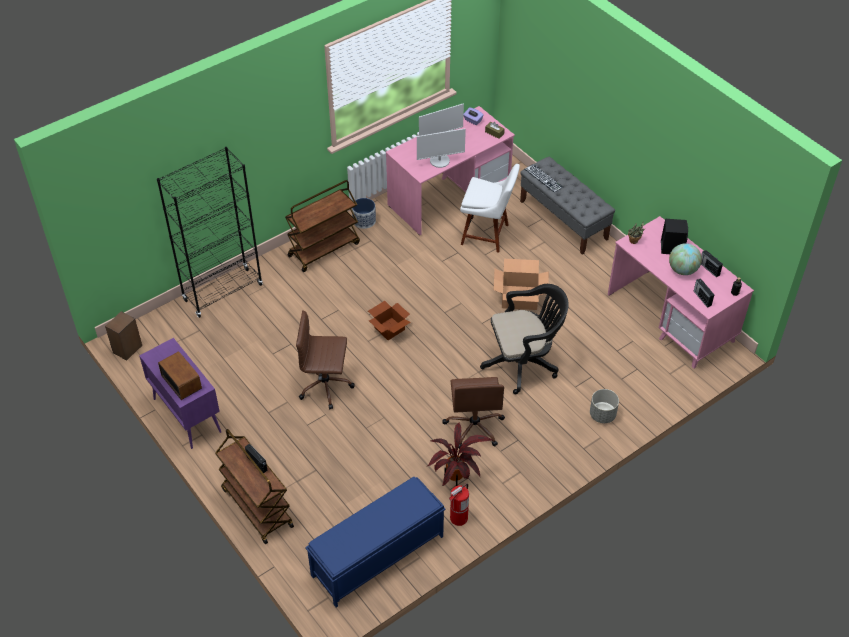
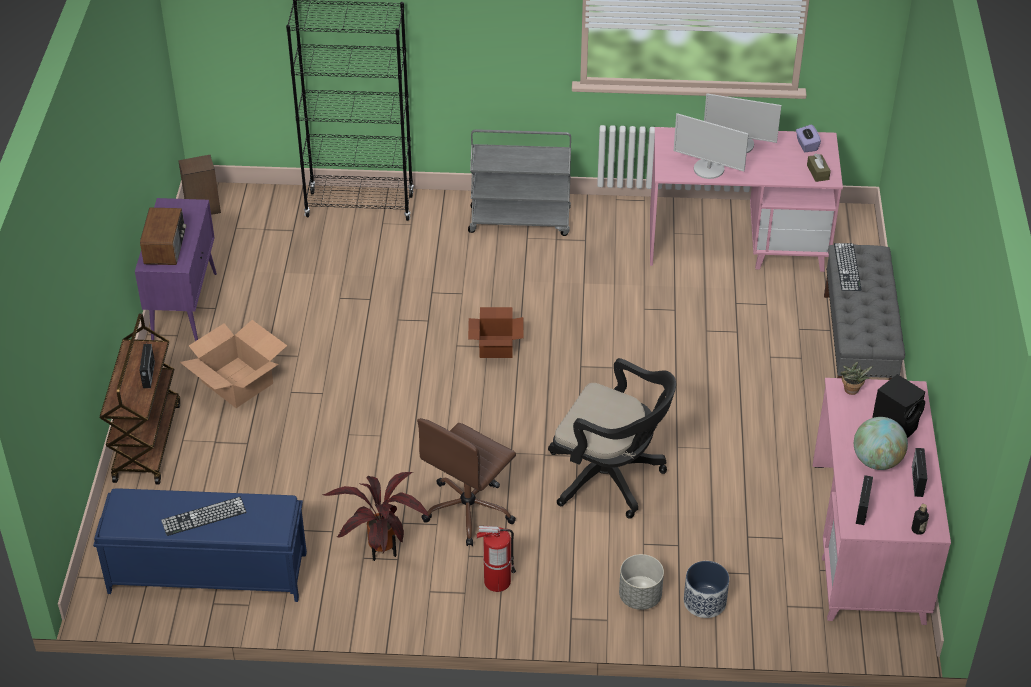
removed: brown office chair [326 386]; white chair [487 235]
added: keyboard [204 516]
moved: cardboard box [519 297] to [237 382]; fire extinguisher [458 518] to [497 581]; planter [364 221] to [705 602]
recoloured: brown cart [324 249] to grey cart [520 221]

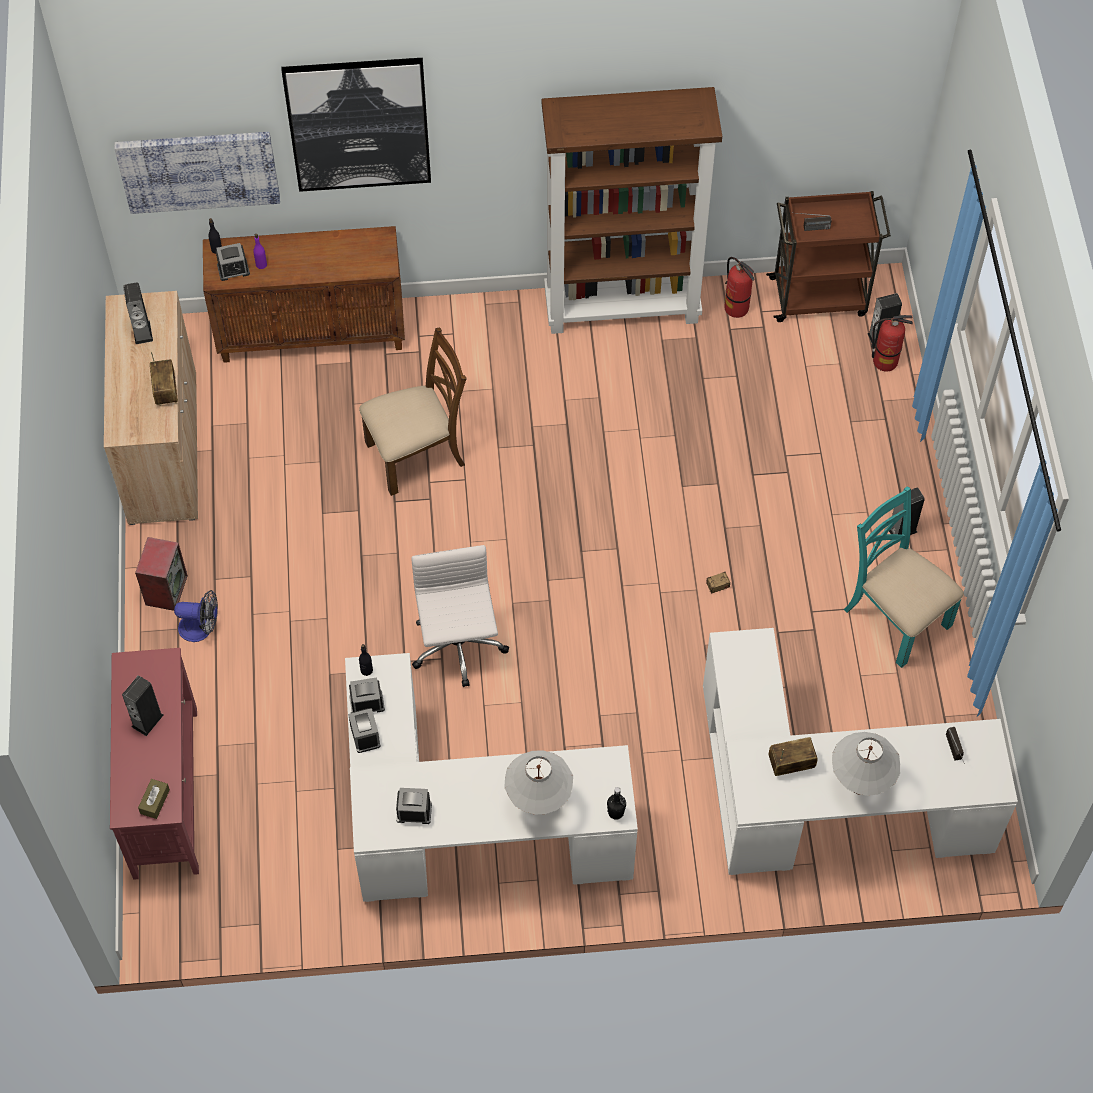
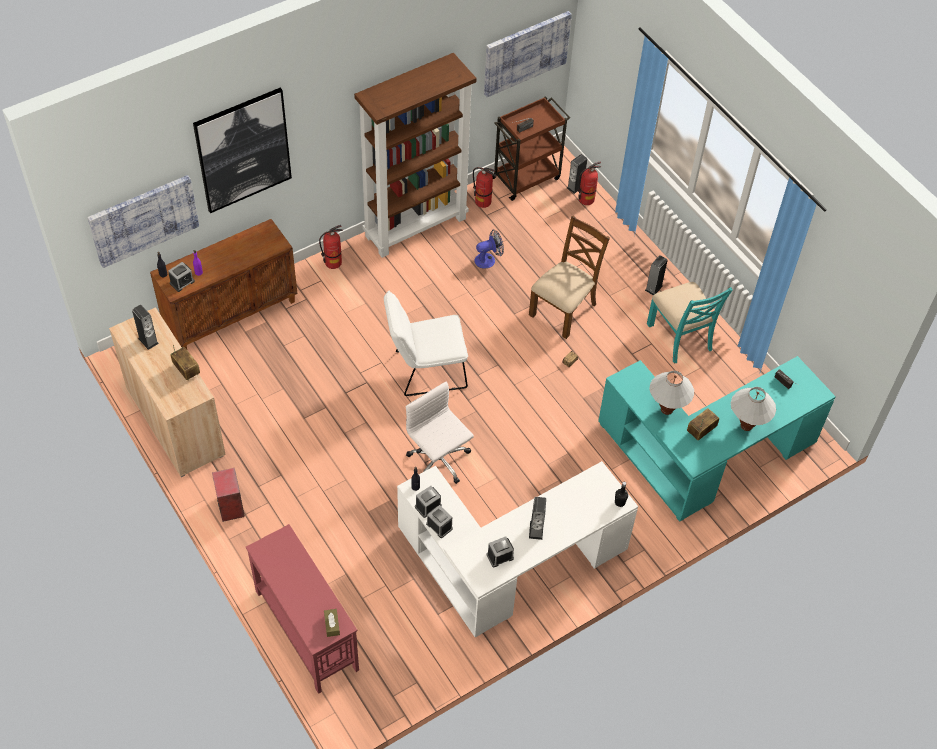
added: fire extinguisher [333 262]; white chair [425 370]; picture [525 52]
moved: fan [201 628] to [488 259]; brown chair [416 454] to [564 309]; speaker [147 720] to [536 530]; white table lamp [538 805] to [666 410]
recoloured: white desk [823 803] to turquoise desk [705 457]
turned: turquoise chair [895 617] = [680 337] 135 degrees counterclockwise

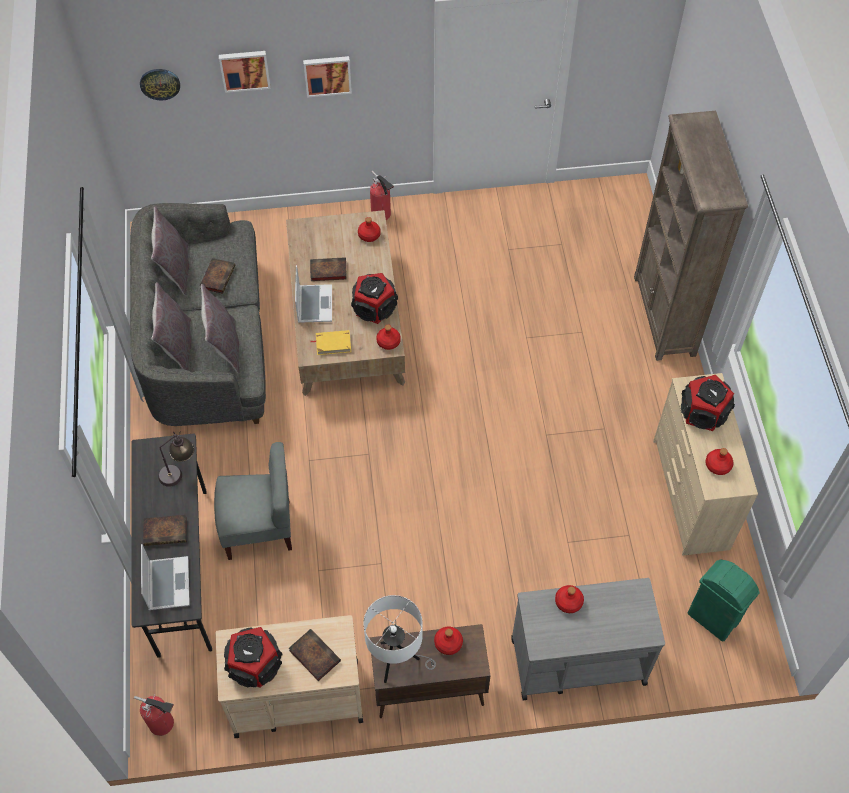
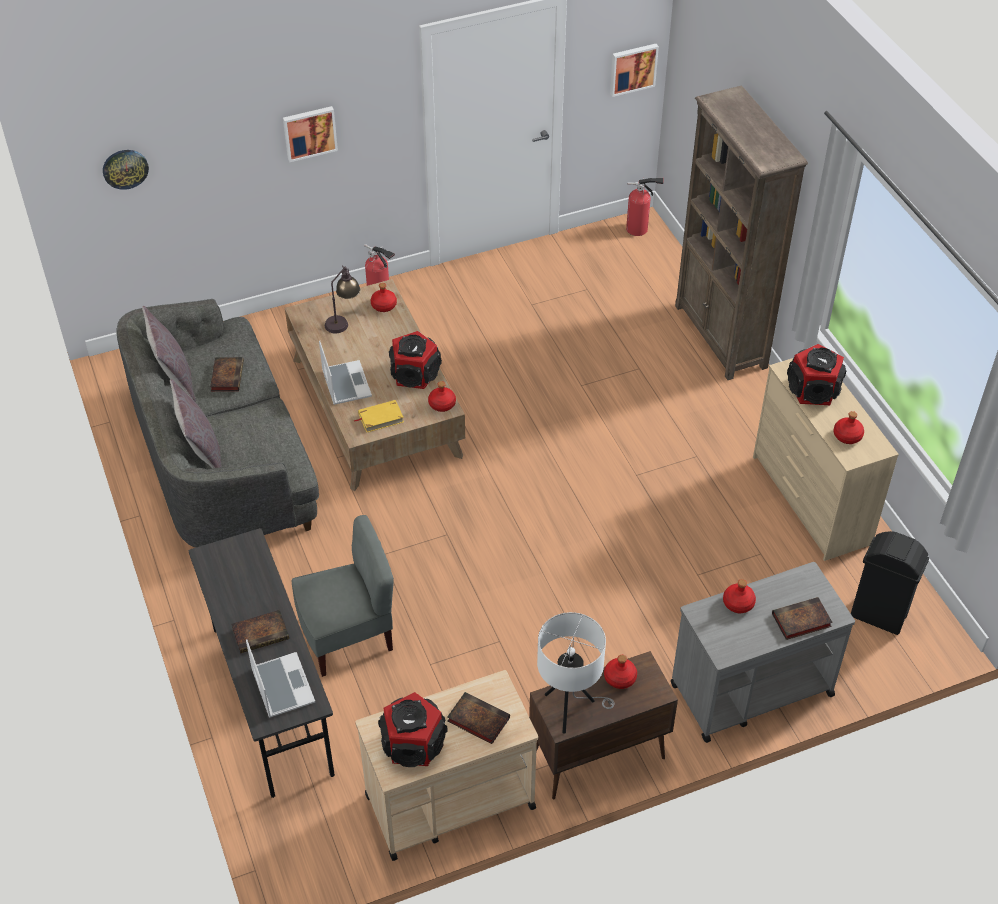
removed: grey pillow [224 347]
moved: table lamp [179 471] to [343 320]; picture [244 70] to [632 68]; fire extinguisher [164 724] to [639 229]; book [327 271] to [800 621]
recoloured: green trash can [713 619] to black trash can [879 615]

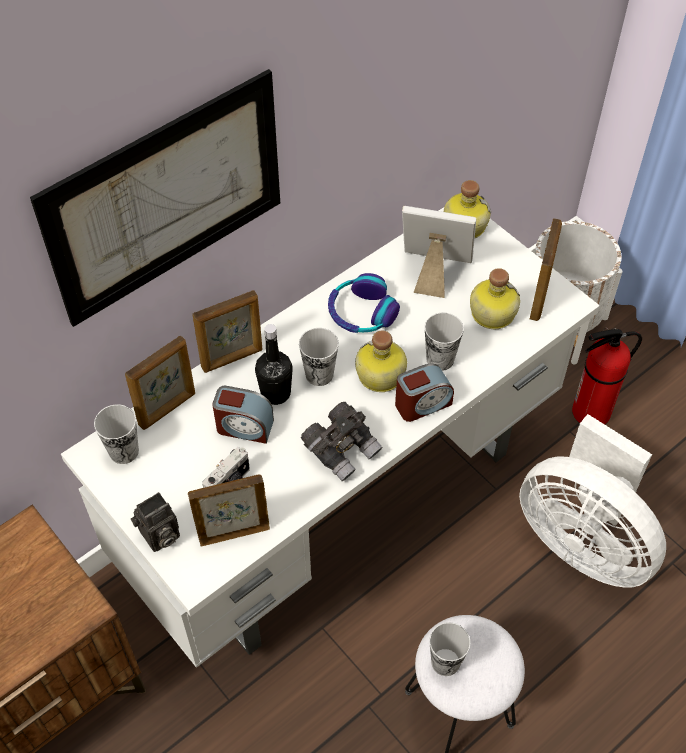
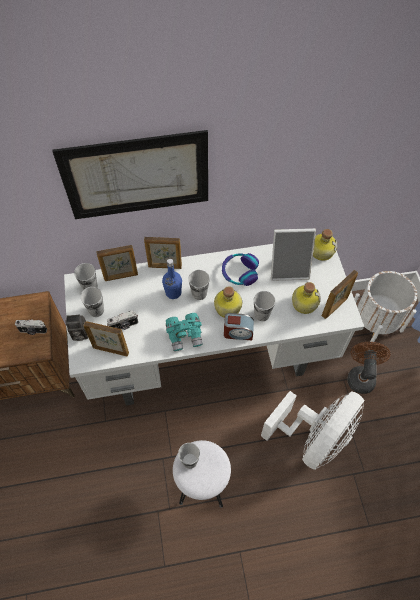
removed: alarm clock [244 427]
added: photo camera [33 331]; cup [96 310]
replaced: fire extinguisher [590 412] to brown fan [360 376]
recoloured: black bottle [275 393] to blue bottle [173 292]; grey binoculars [342 449] to turquoise binoculars [185 335]
turned: white fan [583 540] = [314 438] 120 degrees counterclockwise; picture frame [433 272] = [289 268] 135 degrees clockwise

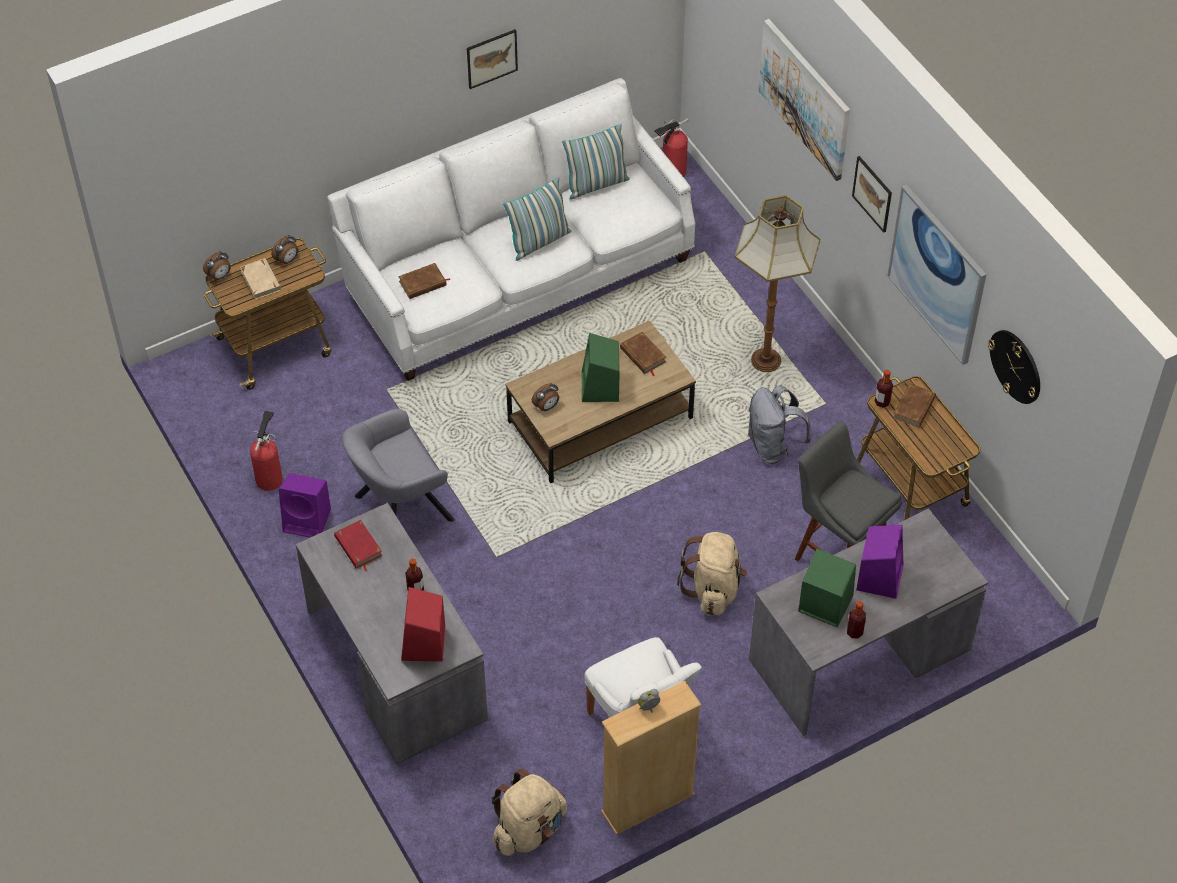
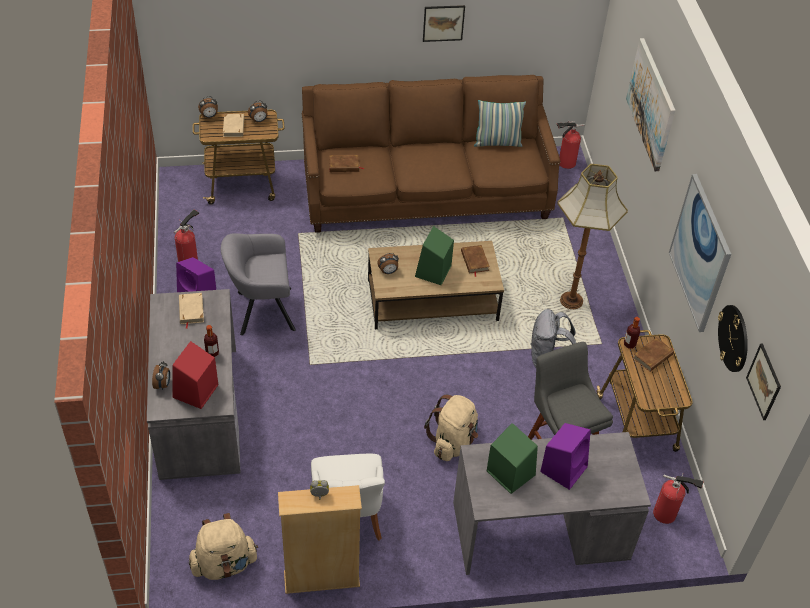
removed: pillow [539 241]; bottle [854 632]
added: alarm clock [163 384]; fire extinguisher [667 514]
moved: picture [872 193] to [764 381]
recoloured: red book [358 547] to beige book [191 310]; white sofa [518 274] to brown sofa [426 191]

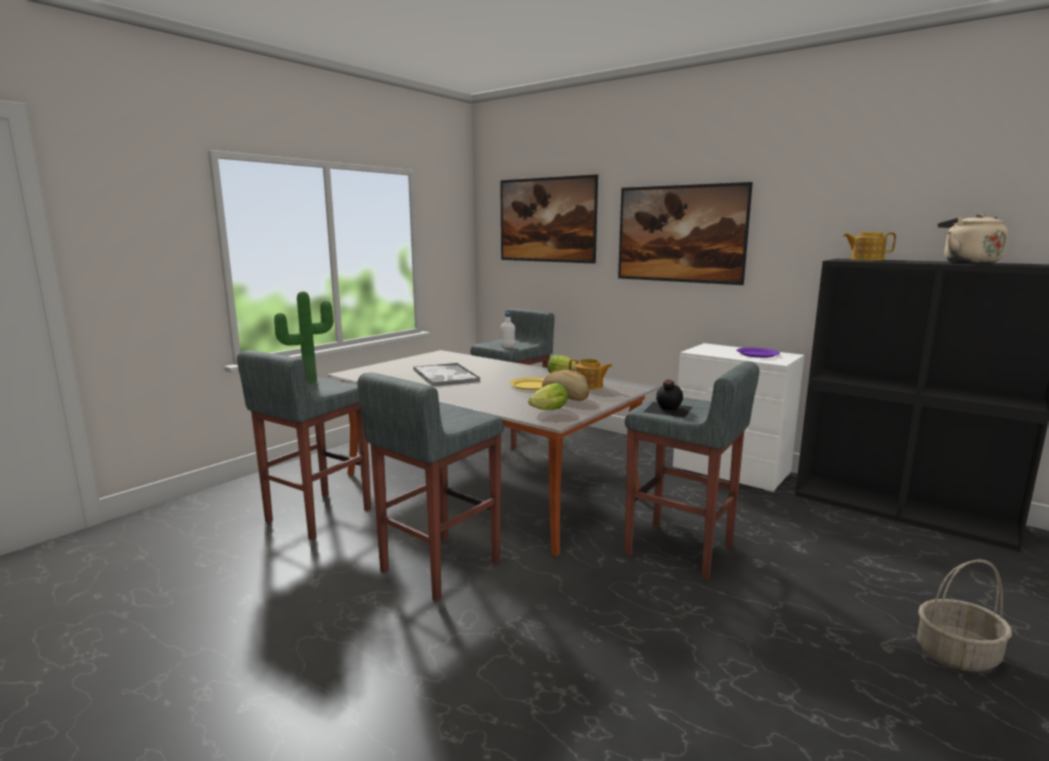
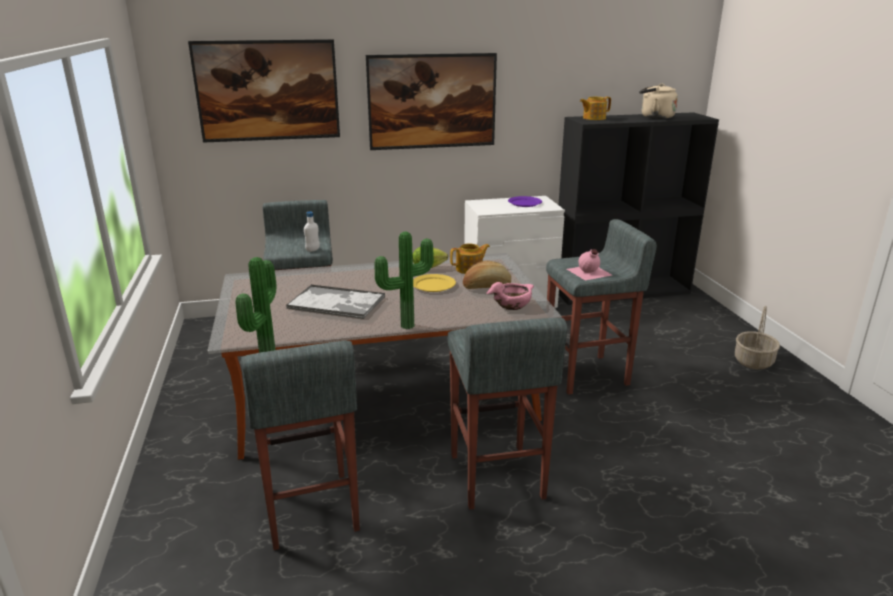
added: potted plant [406 325]
replaced: lettuce [547 411] to pink bowl [512 304]
recoloured: black bottle [667 409] to pink bottle [589 272]

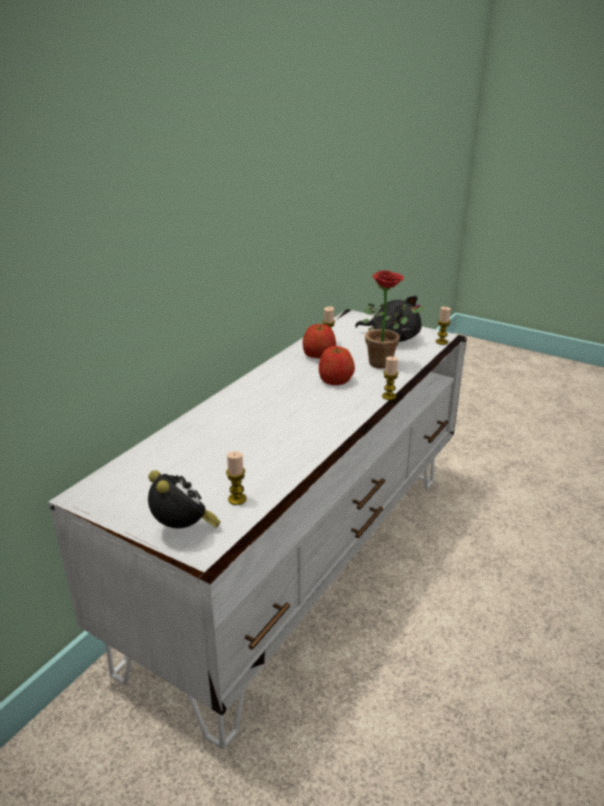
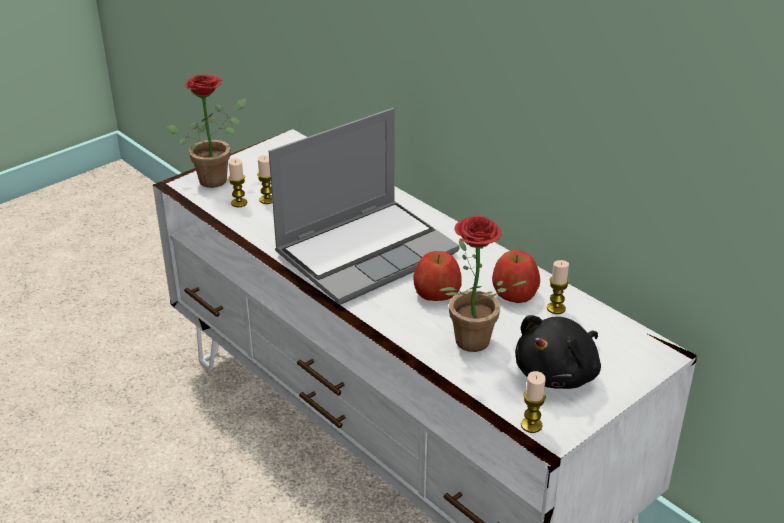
added: laptop [367 252]
moved: candle [389 396] to [267 200]
replaced: alarm clock [183 530] to potted plant [217 178]

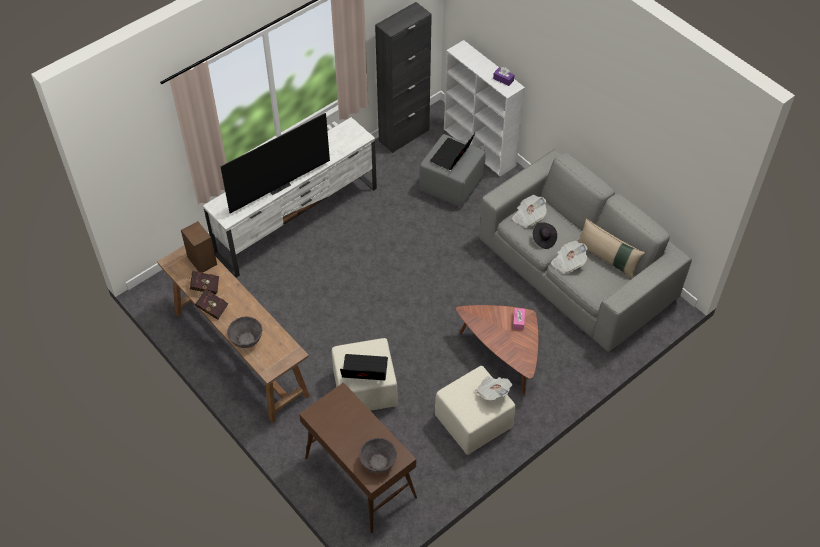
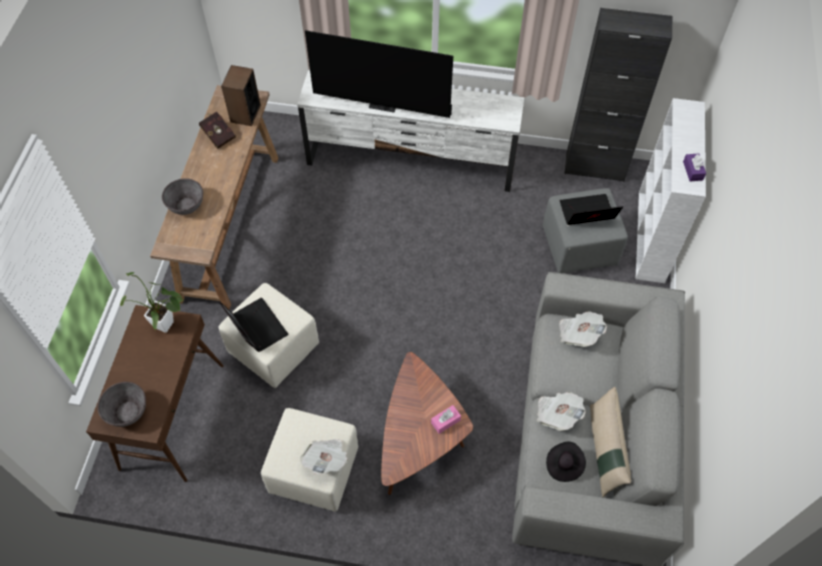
removed: red book [211 308]
added: potted plant [168 327]
moved: black hat [543 239] to [564 465]

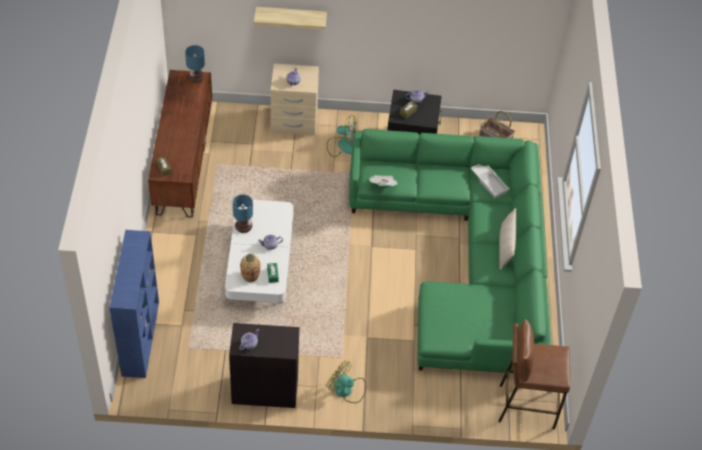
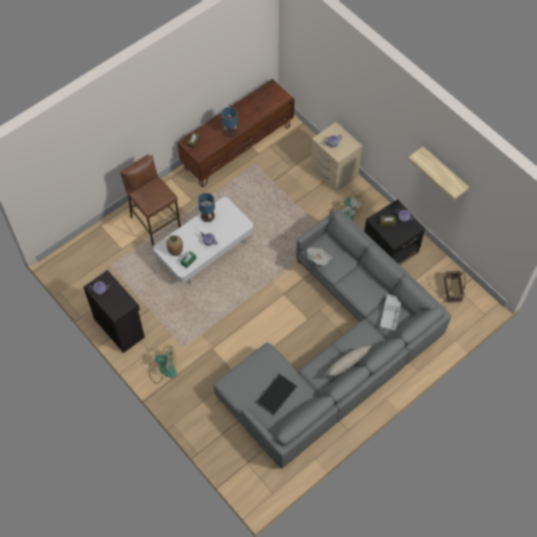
removed: blue bookcase [140 337]
added: tray [276 393]
moved: brown stool [526 405] to [155 222]; table lamp [196 78] to [230 132]; shelf [291 17] to [444 172]
recoloured: green sofa [466 256] to grey sofa [334 351]
turned: fan [347 389] = [163 369] 105 degrees clockwise

